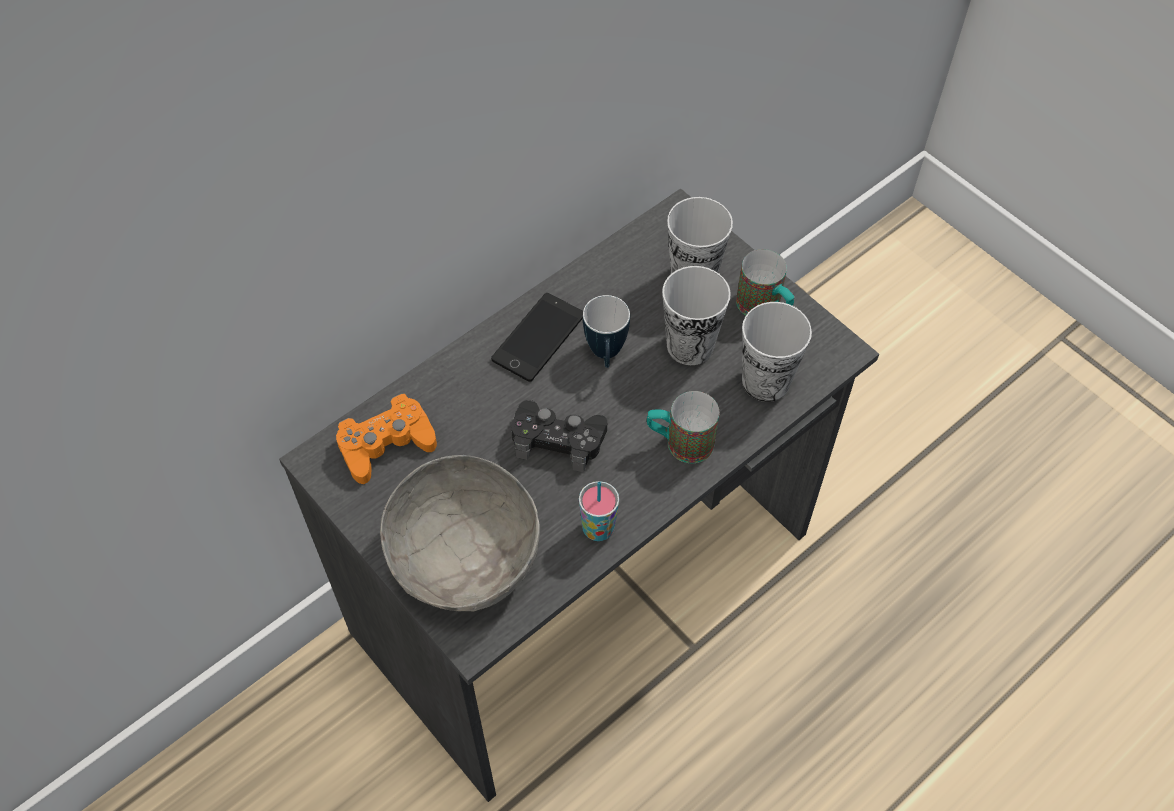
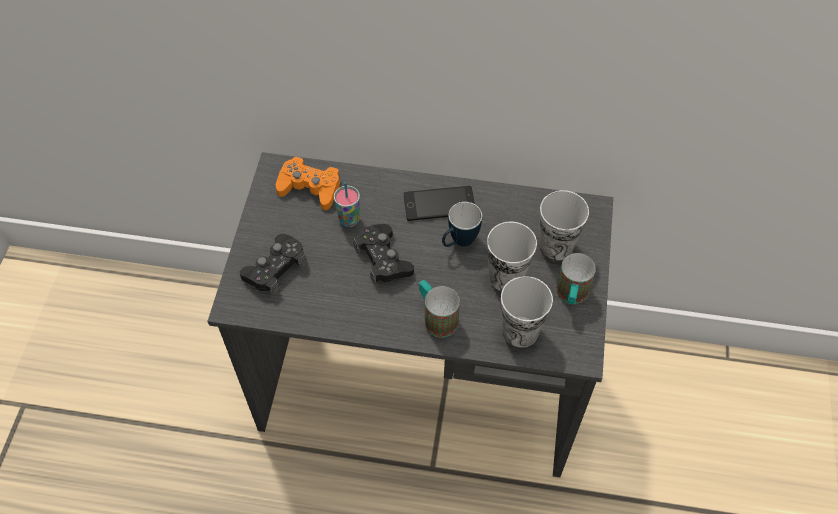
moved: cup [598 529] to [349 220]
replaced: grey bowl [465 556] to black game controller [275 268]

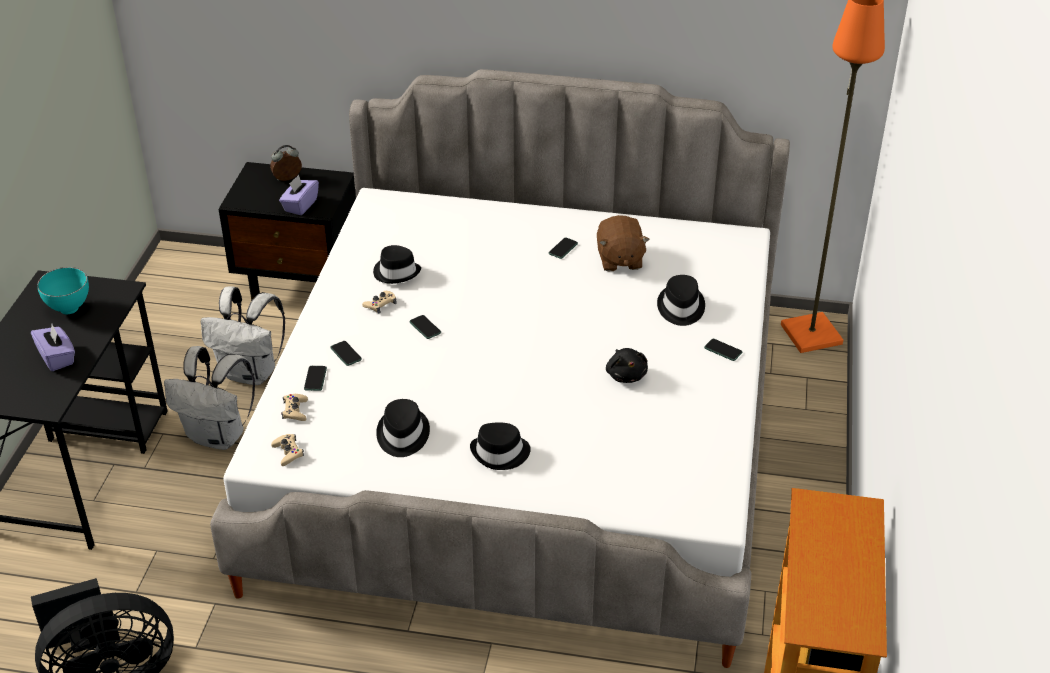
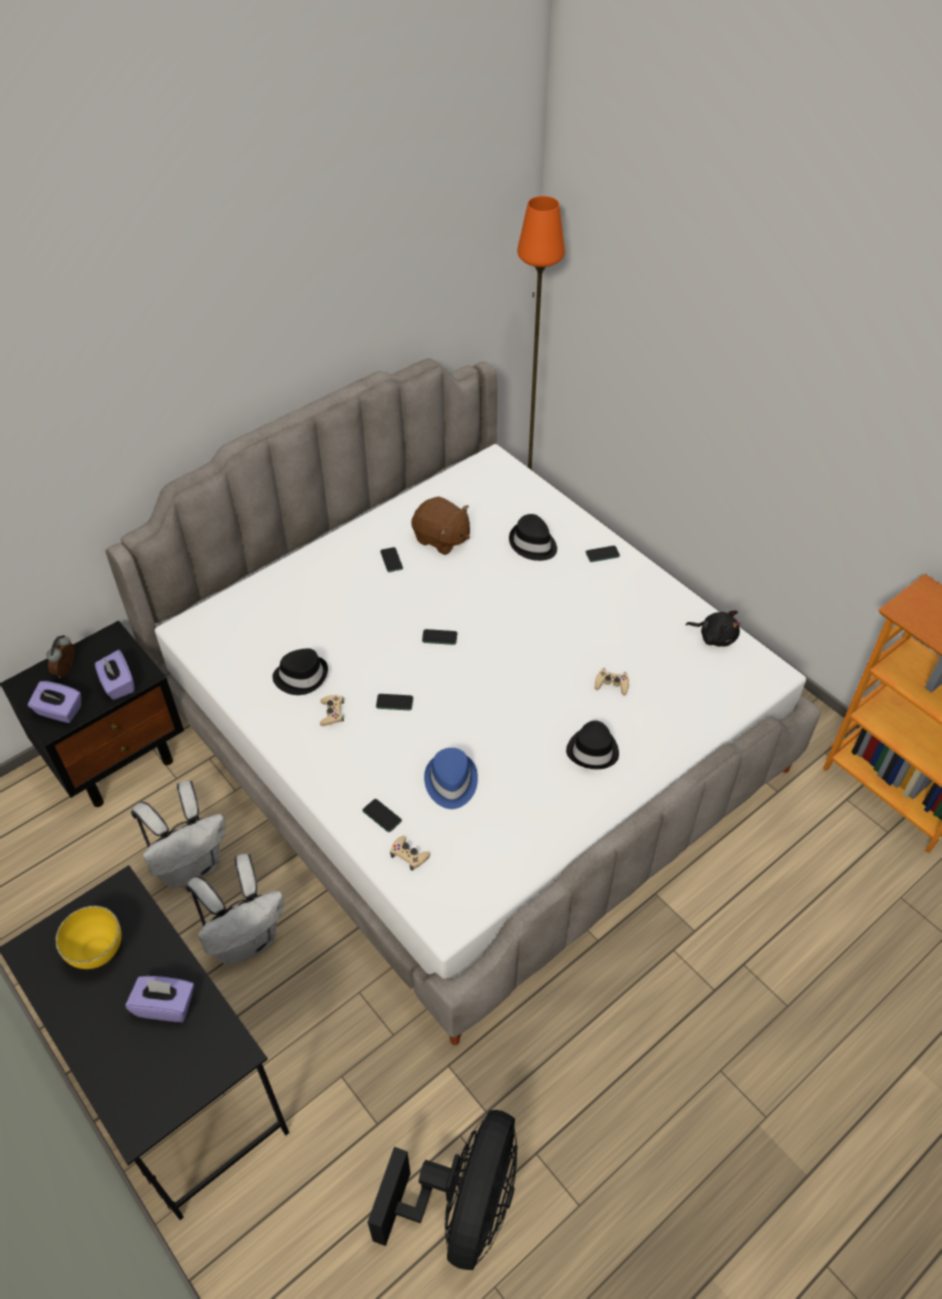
removed: black hat [402 435]
added: purple tissue box [59 711]; blue hat [450 782]
moved: phone [346 354] to [439 637]; beige game controller [288 452] to [611 684]; black plush toy [626 375] to [715 636]
recoloured: turquoise bowl [70 309] to yellow bowl [99 952]

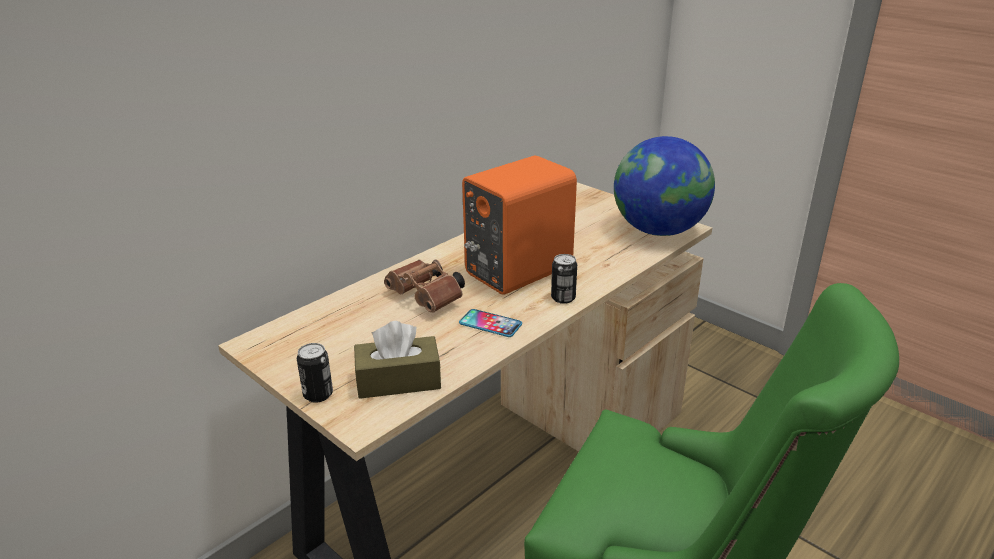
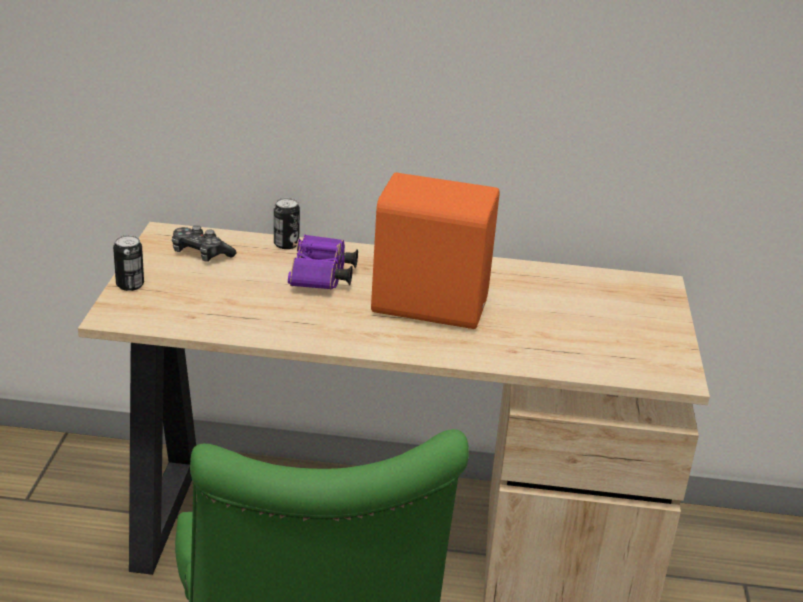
removed: brown tissue box [398 381]; phone [490 324]; globe [658 230]
added: game controller [200 254]
moved: can [563 298] to [286 244]
recoloured: brown binoculars [428 298] to purple binoculars [321 279]

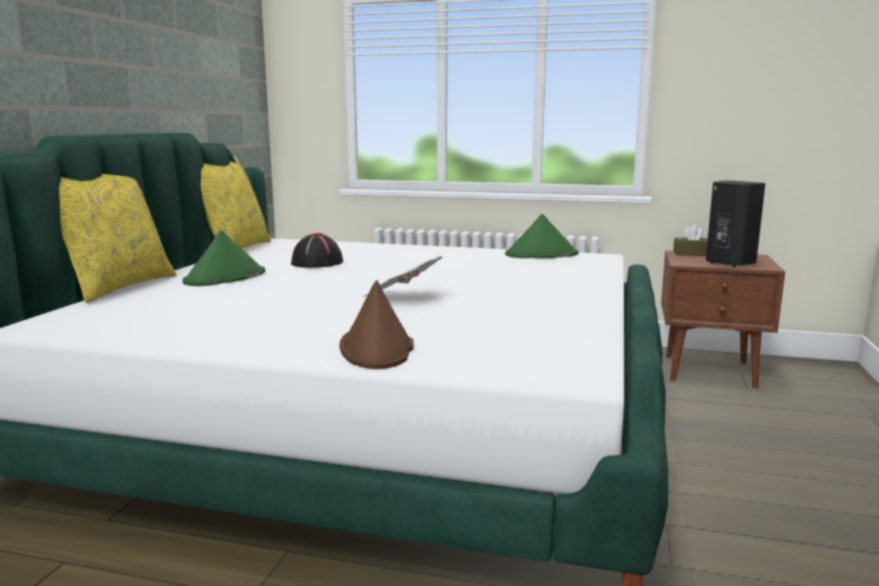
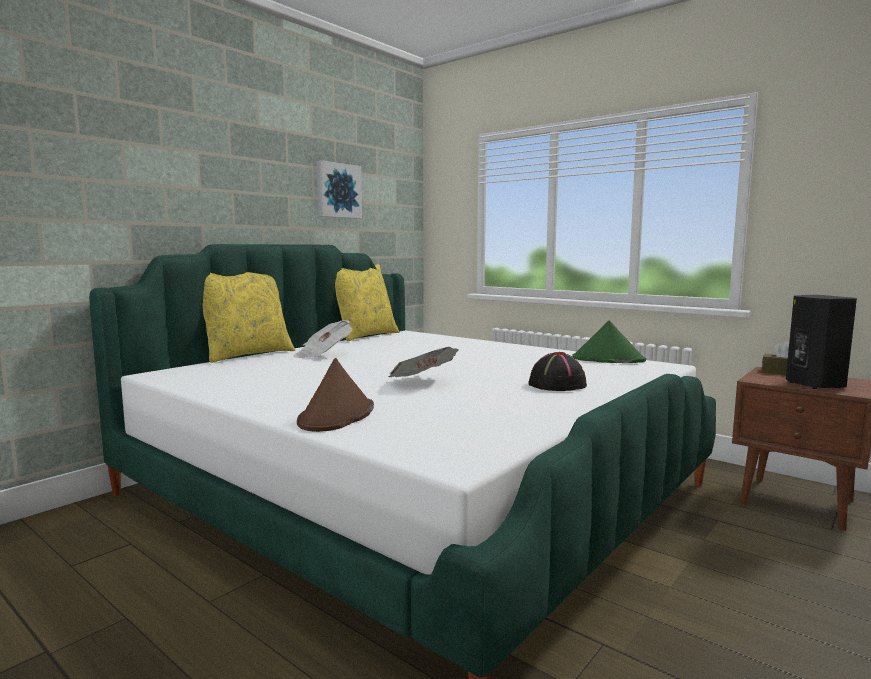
added: picture [338 190]
moved: black hat [317 263] to [556 385]
replaced: green hat [225 278] to newspaper [323 355]

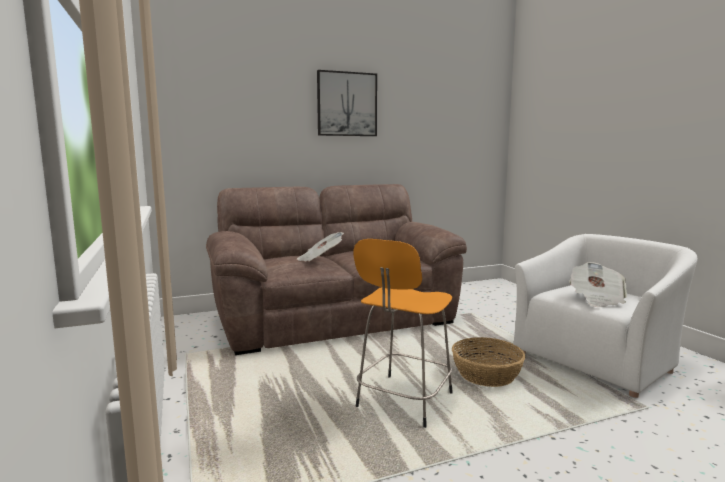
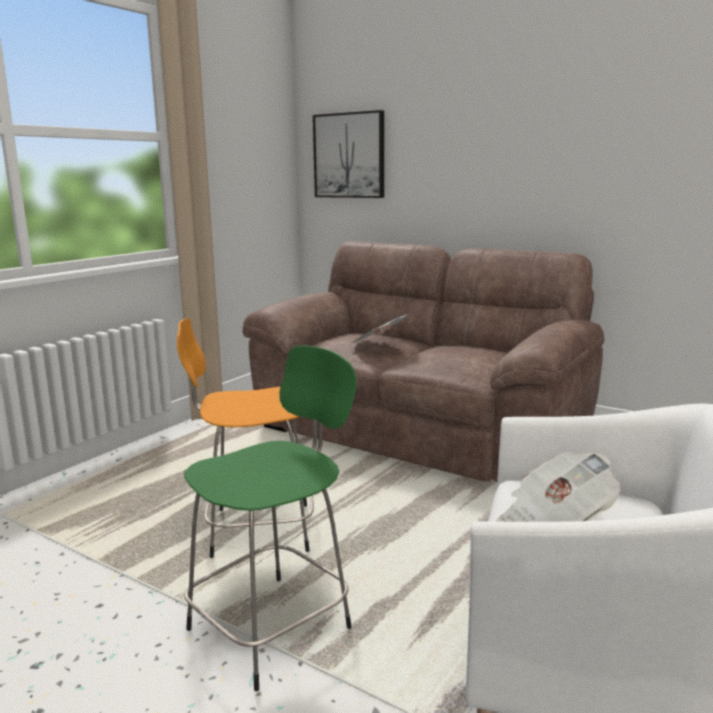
removed: basket [487 375]
added: green stool [274 626]
moved: picture [347 104] to [349 155]

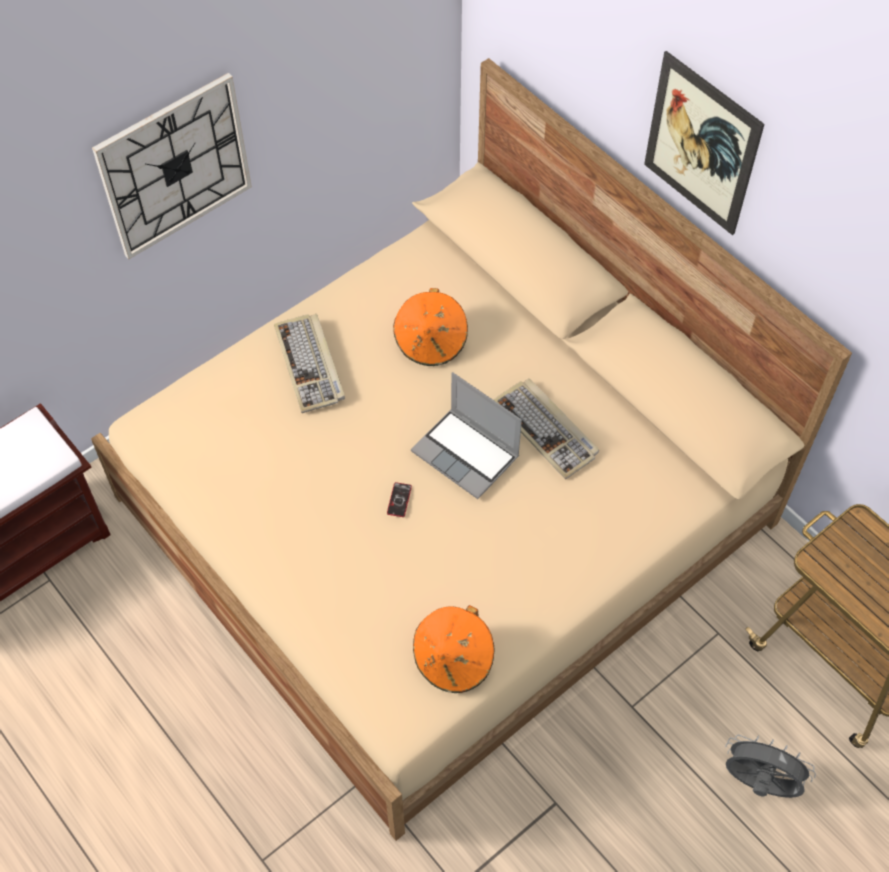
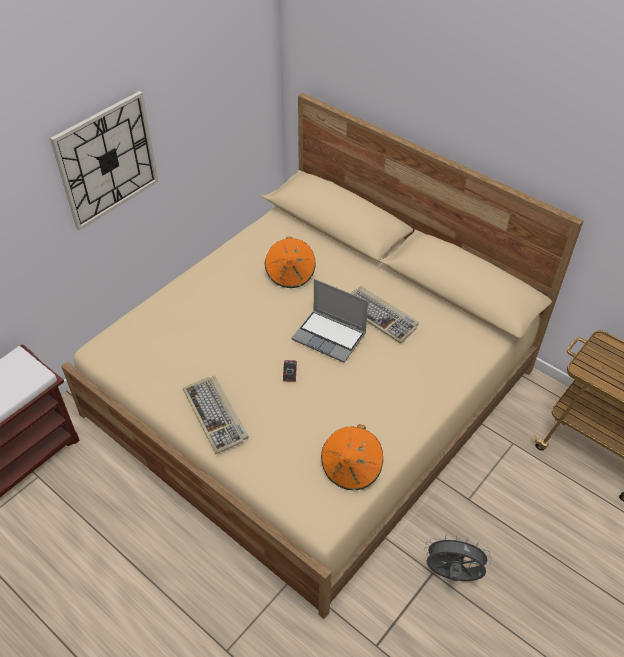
removed: picture [701 144]
moved: keyboard [310 365] to [216 415]; grey fan [757 784] to [451 575]

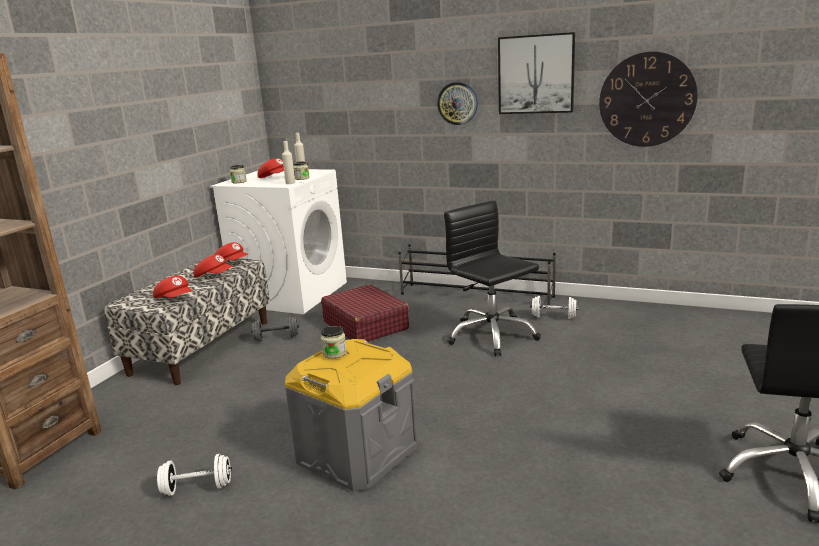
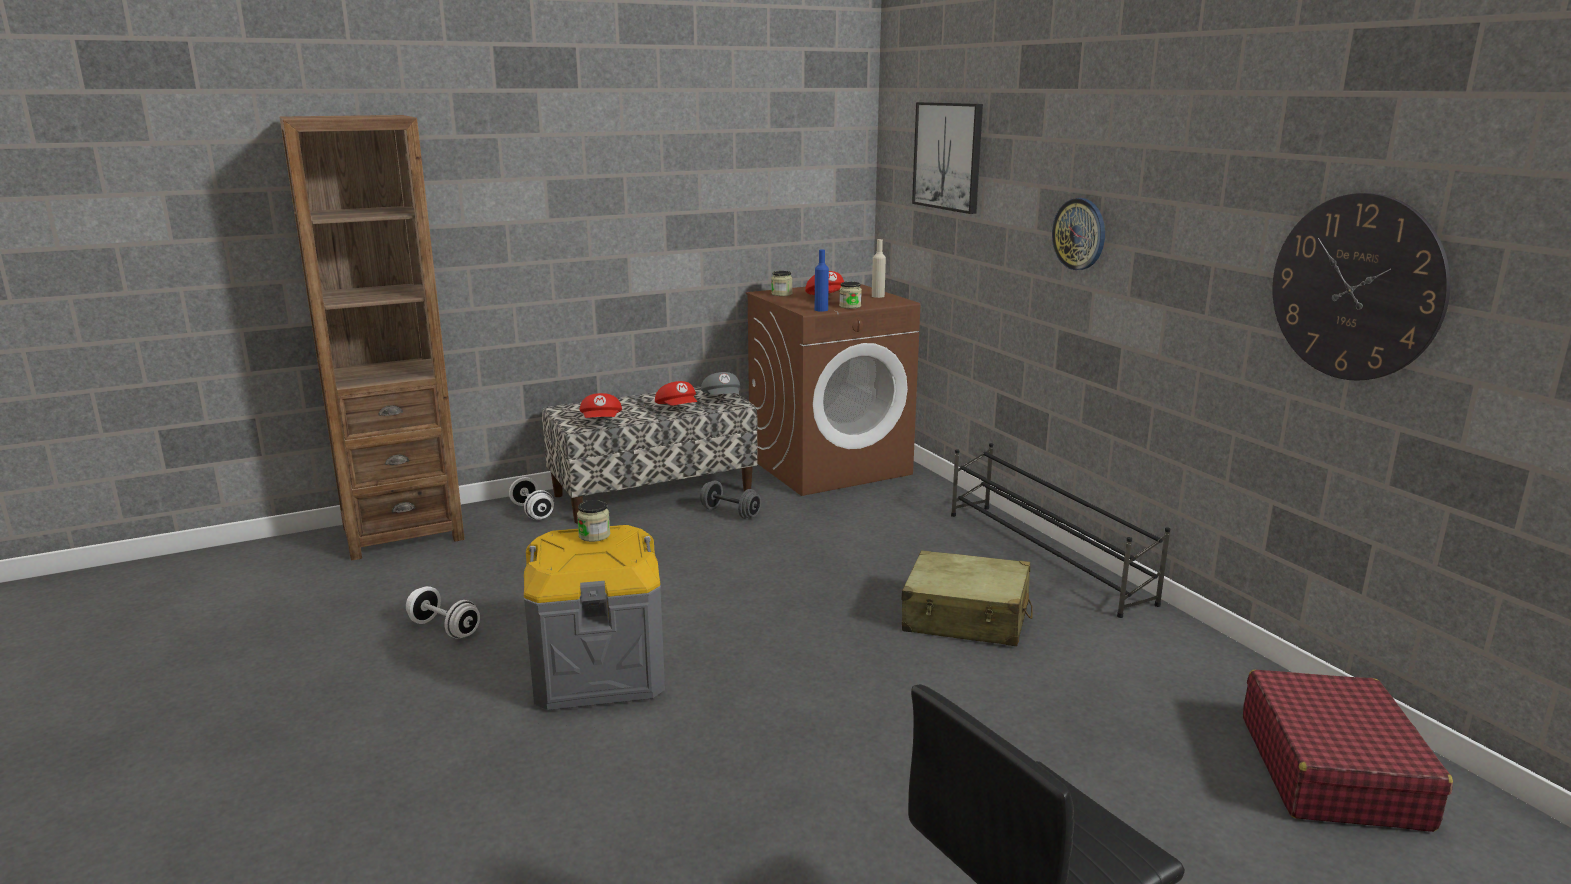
moved: white dumbbell [553 317] to [532 511]; picture [536 74] to [948 156]; red suitcase [365 325] to [1332 771]
replaced: black office chair [491 335] to beige suitcase [966 618]
recoloured: red cap [232 263] to grey cap [722 399]; white washing machine [291 294] to brown washing machine [830 466]; beige bottle [290 183] to blue bottle [821 310]

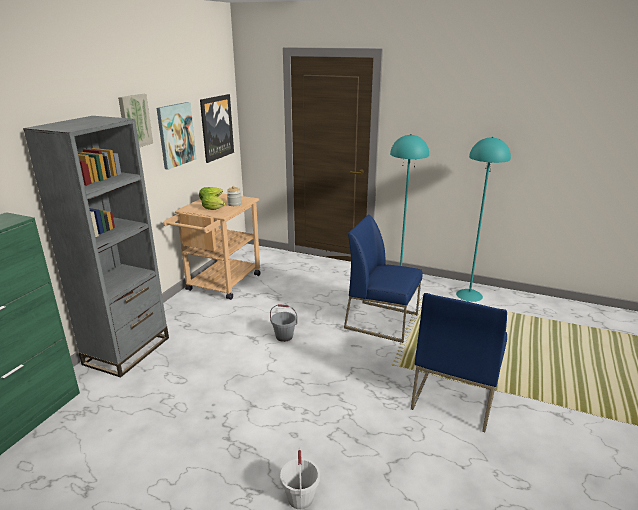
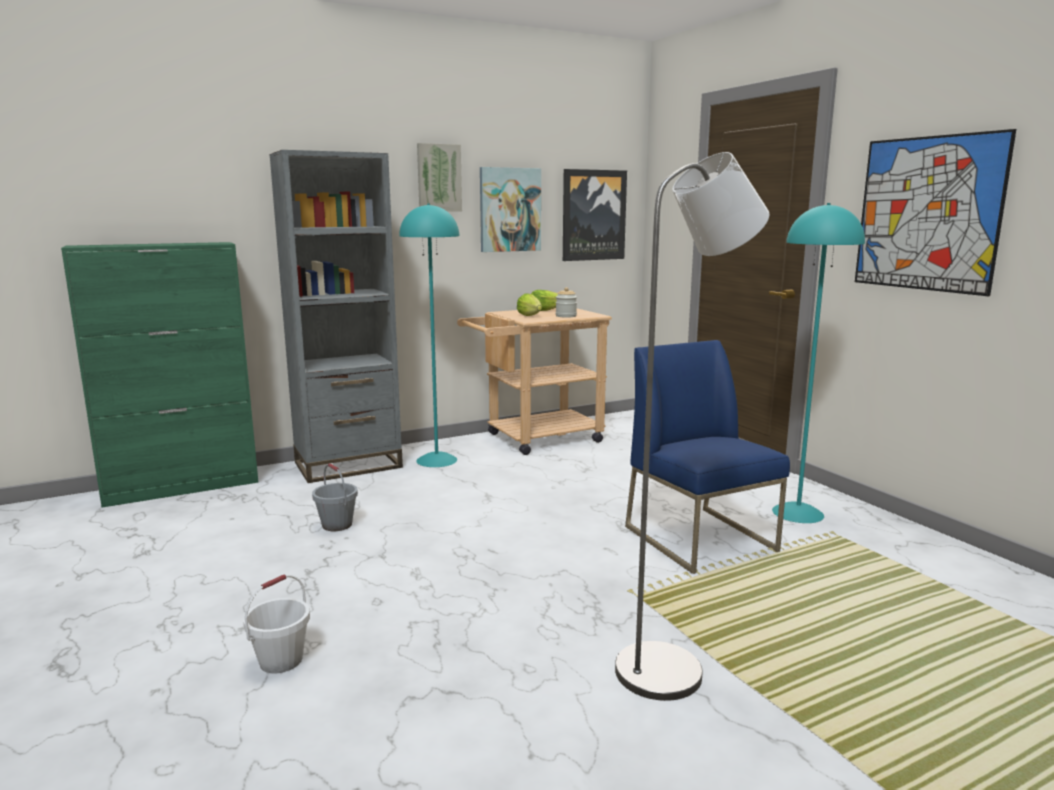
added: picture [927 214]
moved: grey bucket [284 336] to [336 525]; turquoise floor lamp [469 295] to [437 460]
replaced: blue chair [454 395] to grey floor lamp [672 668]

